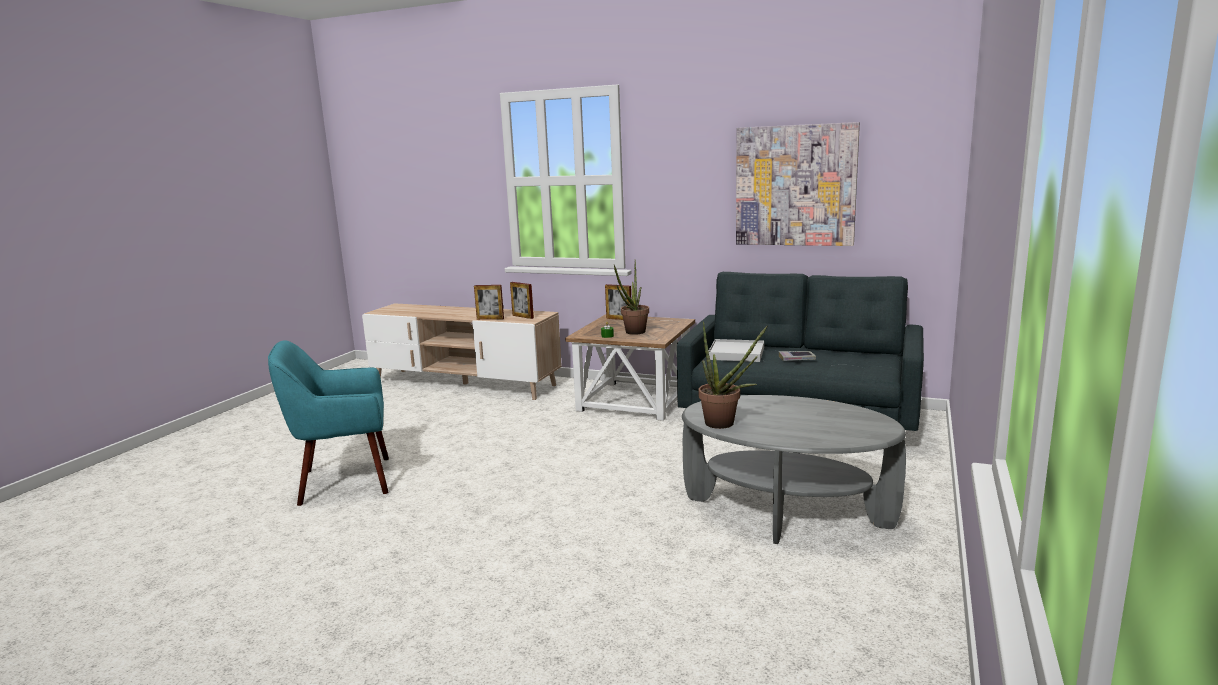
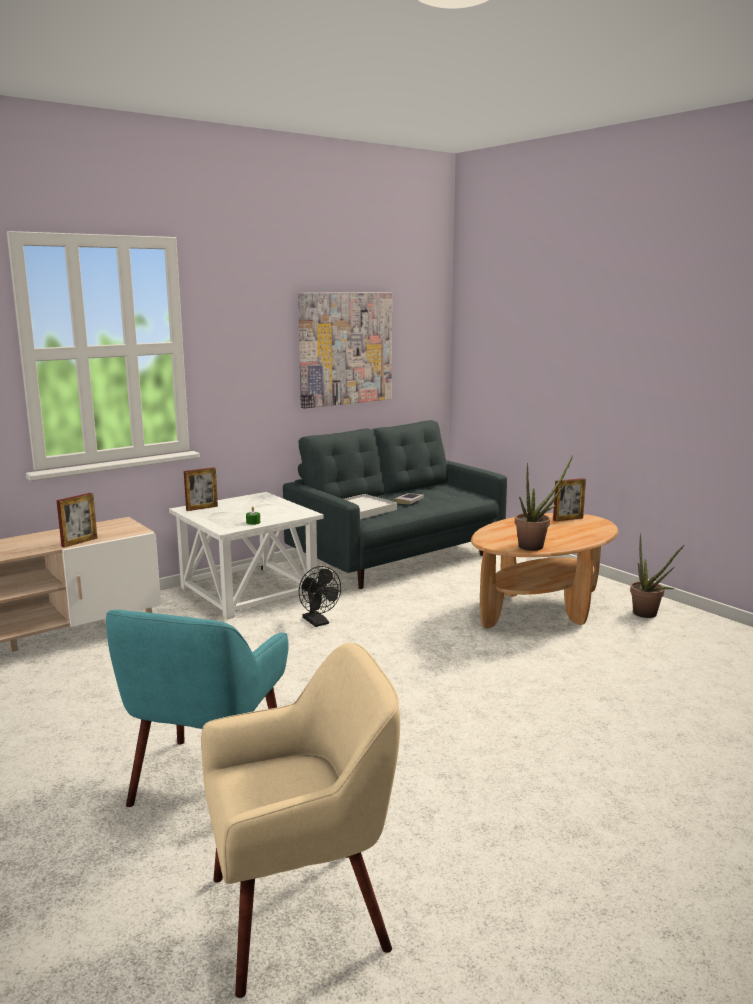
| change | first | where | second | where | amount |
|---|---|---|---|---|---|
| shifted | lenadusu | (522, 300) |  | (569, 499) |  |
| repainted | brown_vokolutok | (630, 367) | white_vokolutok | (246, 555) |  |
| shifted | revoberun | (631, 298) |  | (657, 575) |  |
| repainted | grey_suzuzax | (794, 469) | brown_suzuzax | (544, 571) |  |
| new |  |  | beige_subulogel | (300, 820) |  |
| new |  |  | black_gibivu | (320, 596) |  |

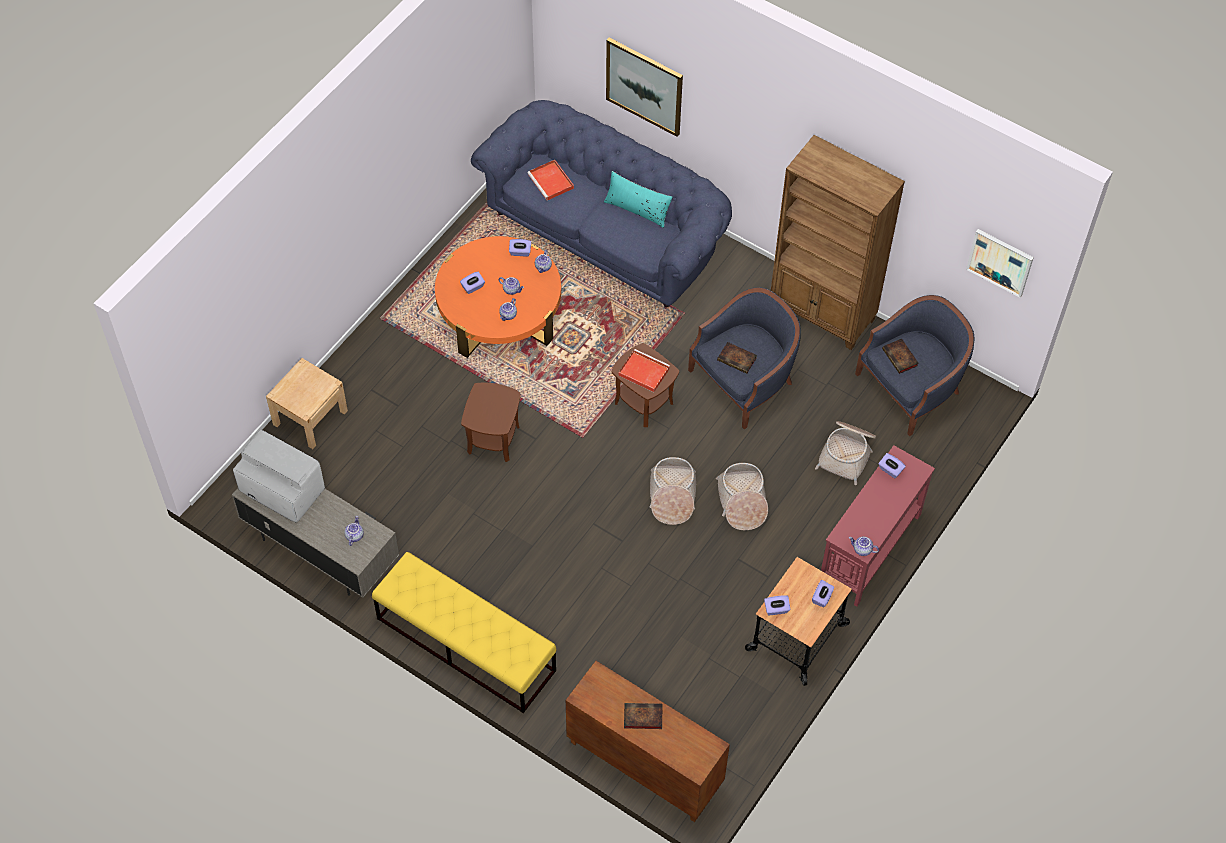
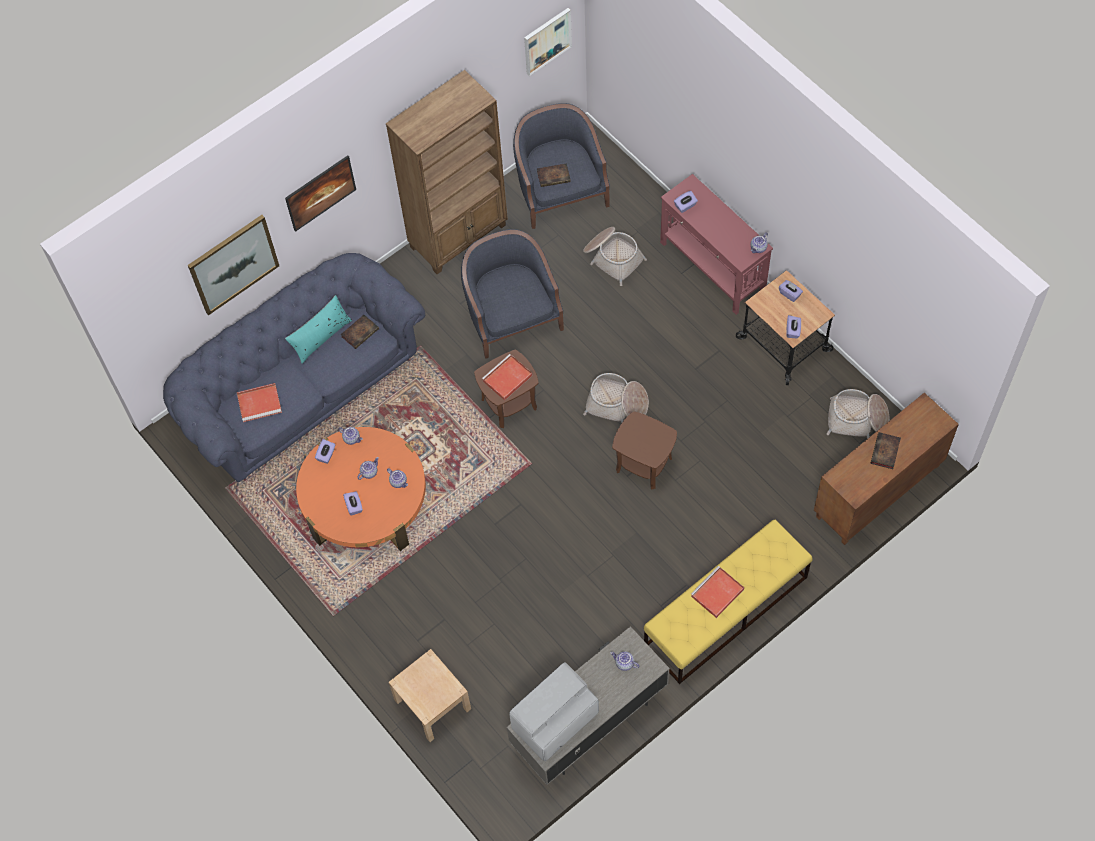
| change | first | where | second | where | amount |
|---|---|---|---|---|---|
| shifted | brown_vokolutok | (490, 422) |  | (644, 450) |  |
| shifted | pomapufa | (742, 496) |  | (858, 414) |  |
| shifted | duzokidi | (737, 358) |  | (360, 332) |  |
| new |  |  | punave | (320, 193) |  |
| new |  |  | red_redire | (717, 592) |  |

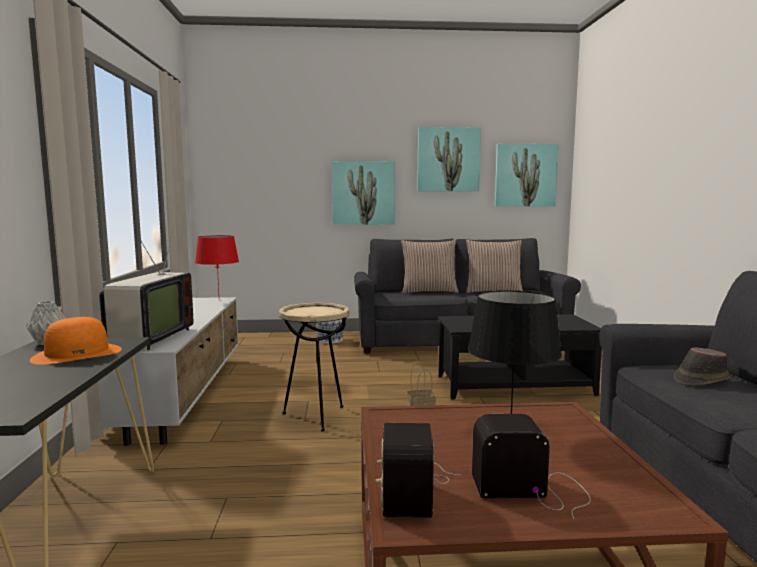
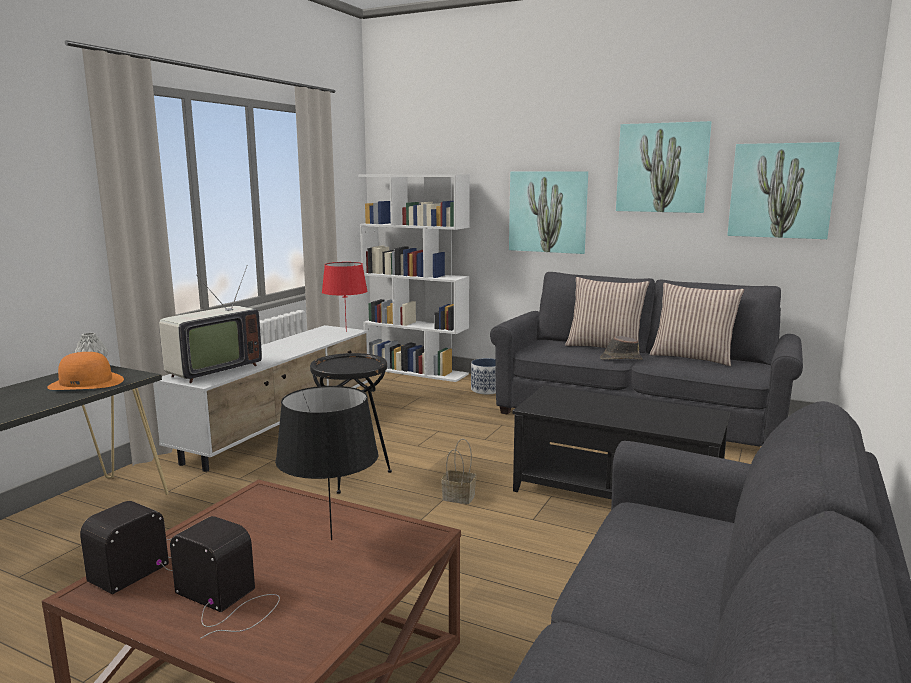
| change | first | where | second | where | amount |
|---|---|---|---|---|---|
| repainted | beige_vokolutok | (314, 367) | black_vokolutok | (351, 423) |  |
| shifted | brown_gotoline | (702, 366) |  | (621, 348) |  |
| new |  |  | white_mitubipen | (414, 278) |  |

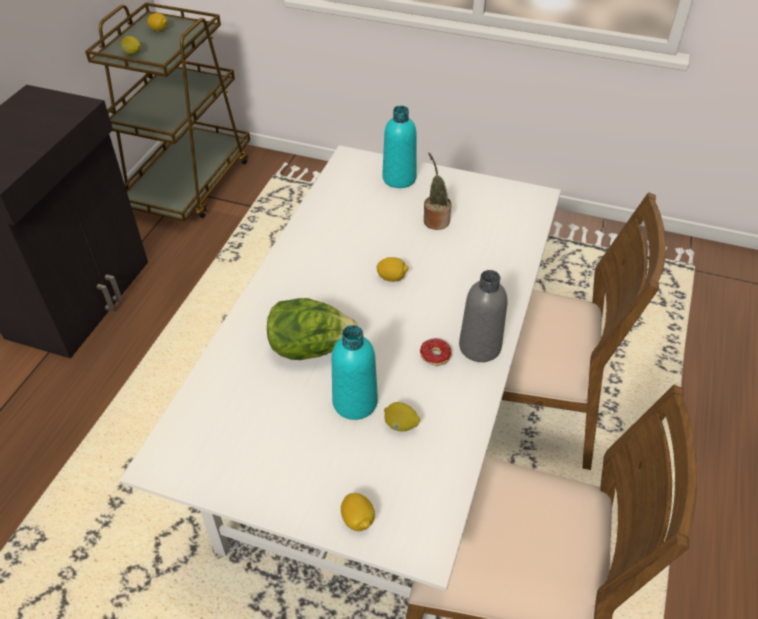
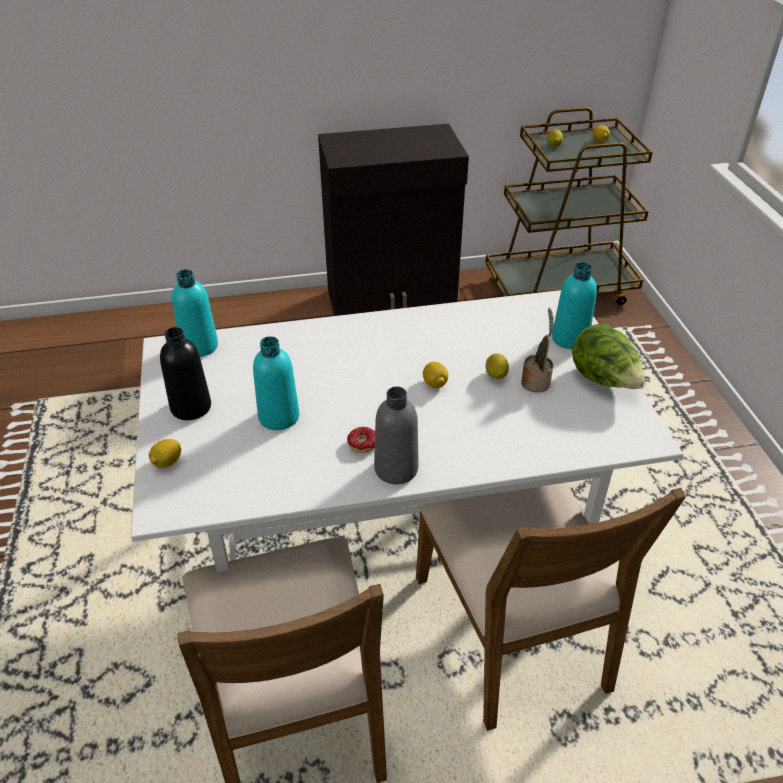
| change | first | where | second | where | amount |
|---|---|---|---|---|---|
| shifted | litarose | (313, 329) |  | (608, 356) |  |
| shifted | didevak | (402, 416) |  | (497, 366) |  |
| new |  |  | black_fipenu | (185, 373) |  |
| new |  |  | turquoise_fipenu | (195, 313) |  |

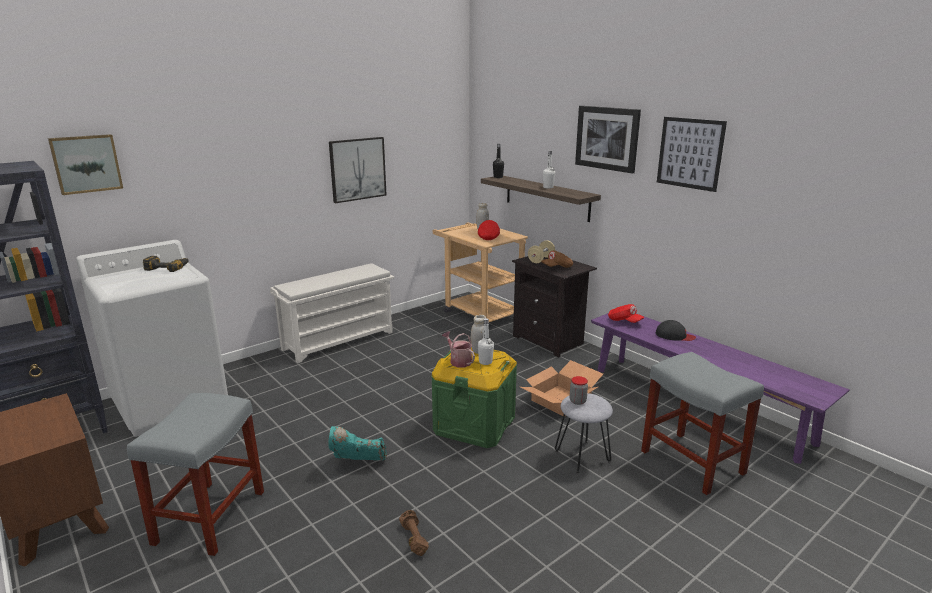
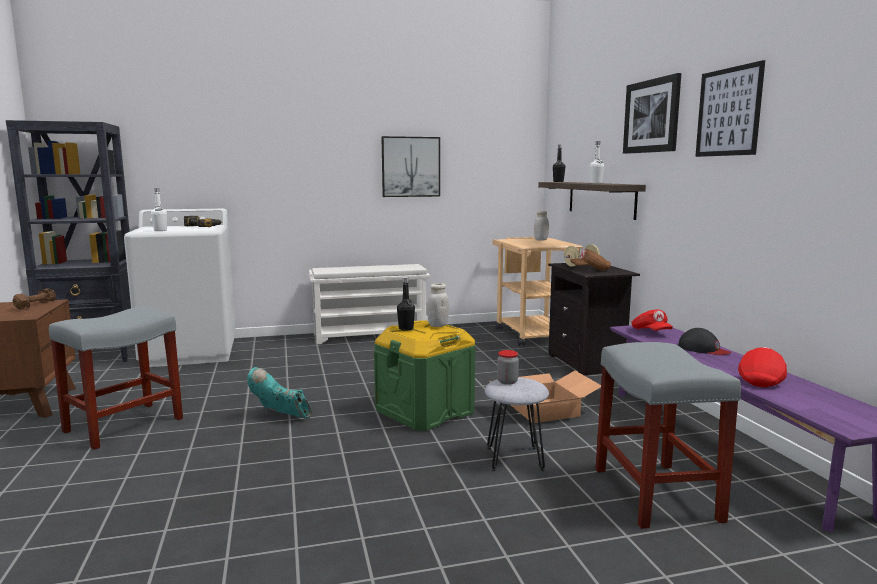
| change | first | where | second | where | amount |
|---|---|---|---|---|---|
| gone | punave | (85, 164) |  |  |  |
| shifted | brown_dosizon | (414, 533) |  | (34, 299) |  |
| swapped | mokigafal | (458, 349) | black_fipenu | (406, 304) |  |
| shifted | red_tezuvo | (489, 230) |  | (762, 367) |  |
| shifted | white_fipenu | (486, 341) |  | (159, 209) |  |

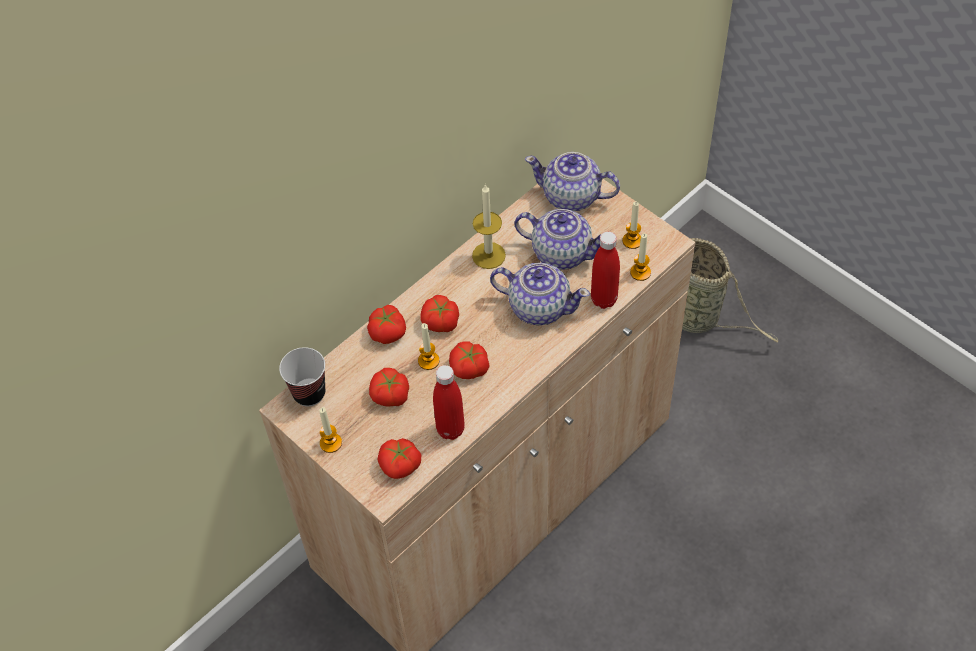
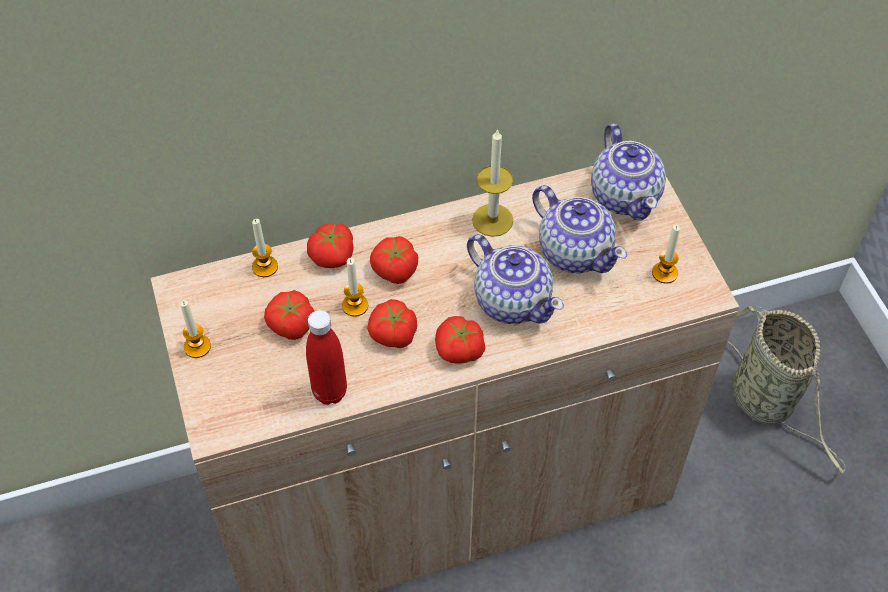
| change | first | where | second | where | amount |
|---|---|---|---|---|---|
| gone | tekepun | (302, 377) |  |  |  |
| shifted | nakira | (399, 458) |  | (460, 340) |  |
| rotated | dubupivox | (572, 181) |  | (628, 172) | 150 degrees counterclockwise |
| gone | red_fipenu | (605, 270) |  |  |  |
| shifted | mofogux | (640, 257) |  | (265, 248) |  |

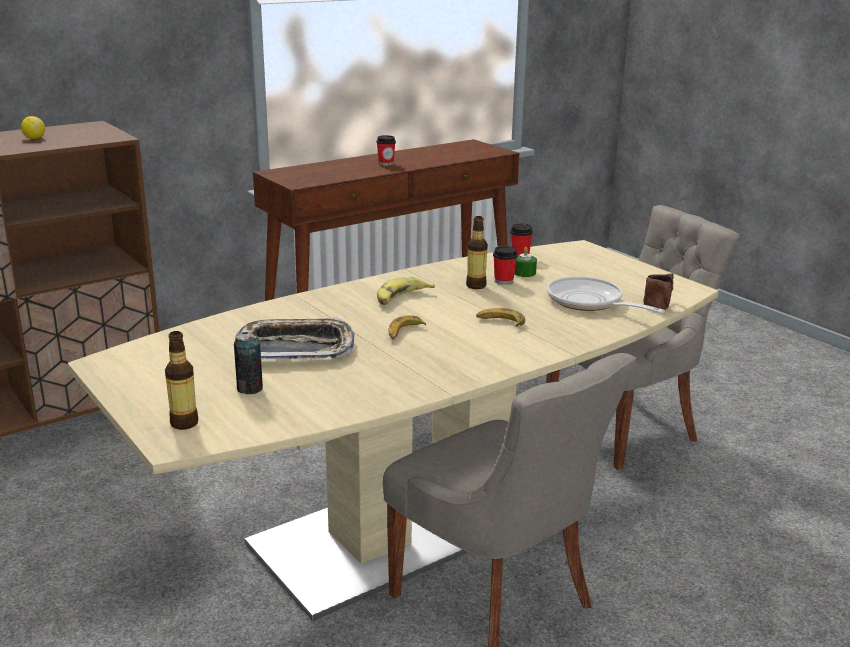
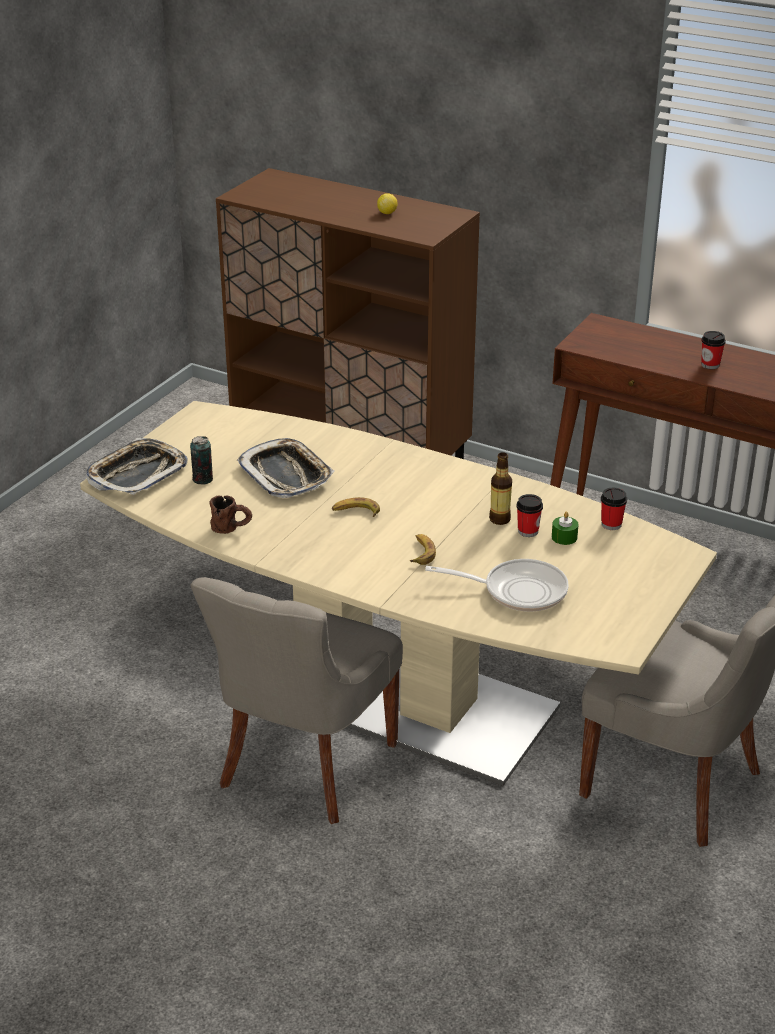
| change | first | where | second | where | amount |
|---|---|---|---|---|---|
| swapped | fipenu | (181, 380) | redire | (136, 466) |  |
| gone | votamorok | (406, 291) |  |  |  |
| rotated | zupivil | (606, 294) |  | (497, 585) | 75 degrees clockwise |
| shifted | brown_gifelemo | (659, 291) |  | (230, 514) |  |

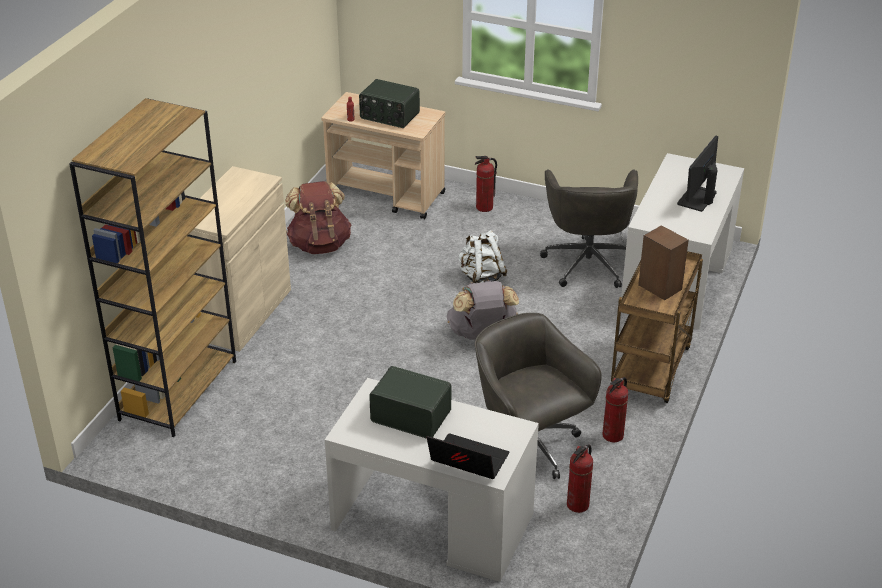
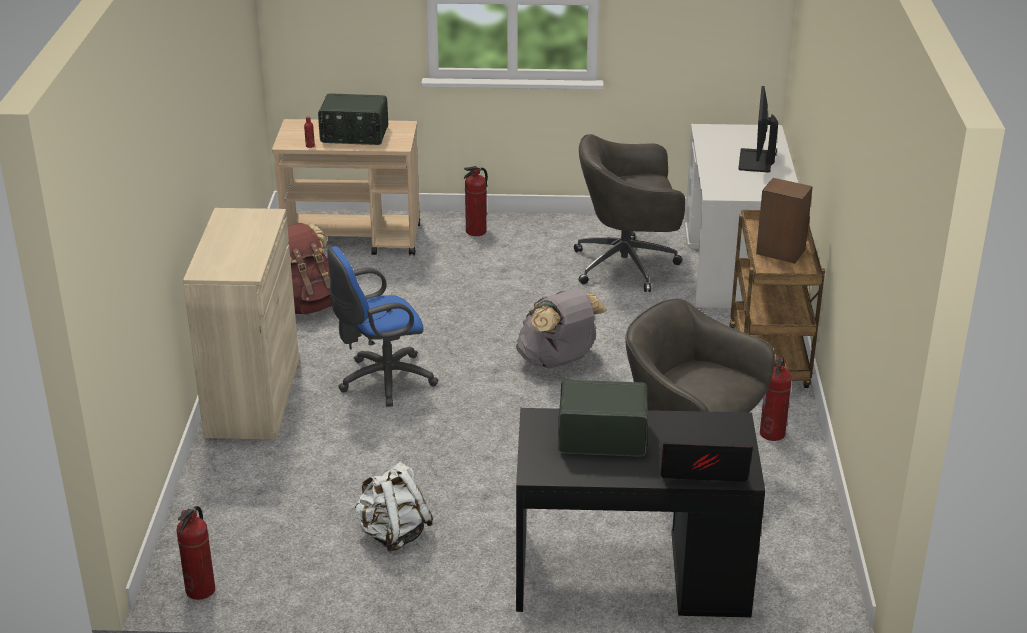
| change | first | where | second | where | amount |
|---|---|---|---|---|---|
| gone | brown_mitubipen | (152, 267) |  |  |  |
| repainted | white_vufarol | (432, 480) | black_vufarol | (640, 512) |  |
| shifted | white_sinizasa | (482, 256) |  | (393, 507) |  |
| rotated | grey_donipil | (589, 228) |  | (629, 213) | 105 degrees clockwise |
| shifted | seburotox | (580, 479) |  | (196, 553) |  |
| new |  |  | blue_donipil | (382, 326) |  |

